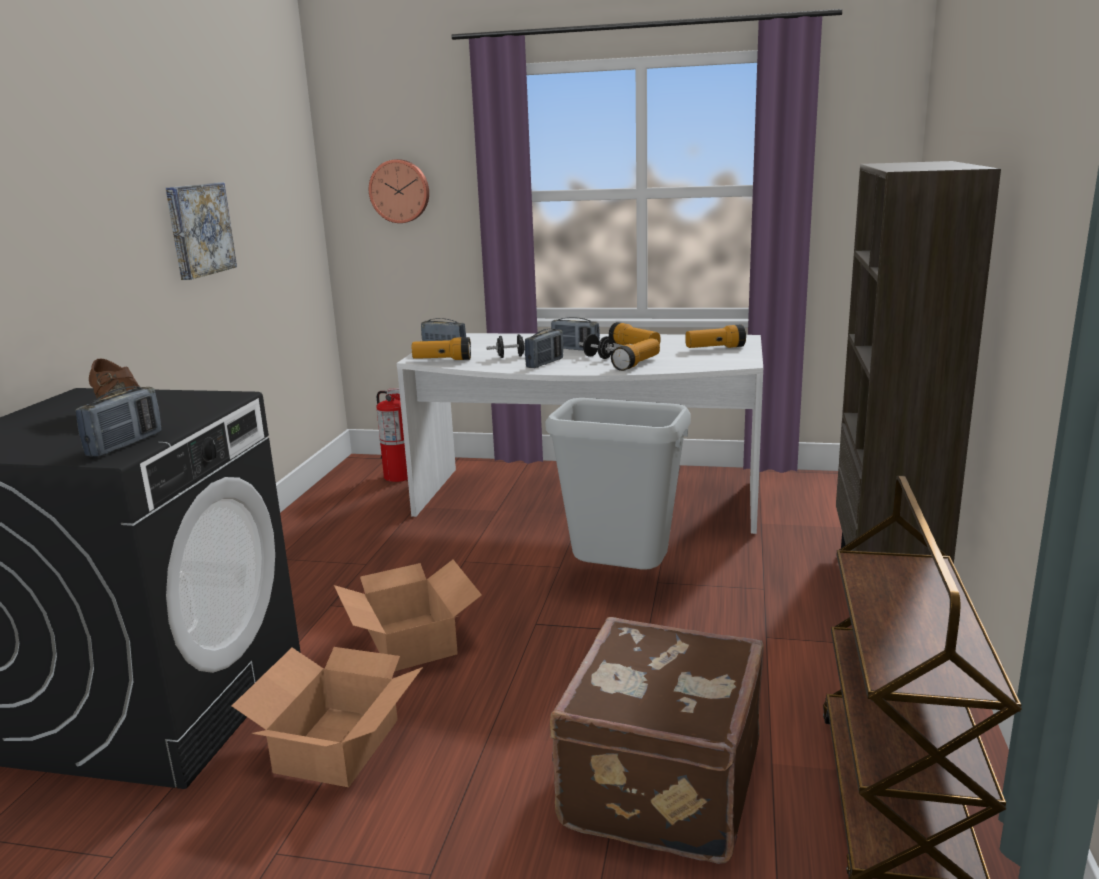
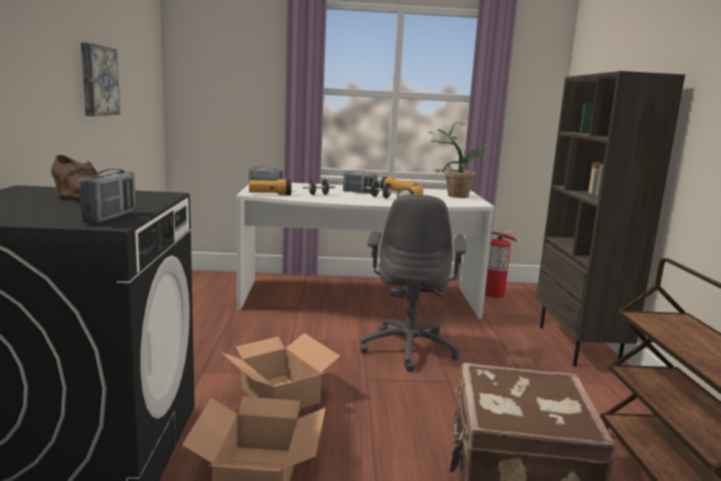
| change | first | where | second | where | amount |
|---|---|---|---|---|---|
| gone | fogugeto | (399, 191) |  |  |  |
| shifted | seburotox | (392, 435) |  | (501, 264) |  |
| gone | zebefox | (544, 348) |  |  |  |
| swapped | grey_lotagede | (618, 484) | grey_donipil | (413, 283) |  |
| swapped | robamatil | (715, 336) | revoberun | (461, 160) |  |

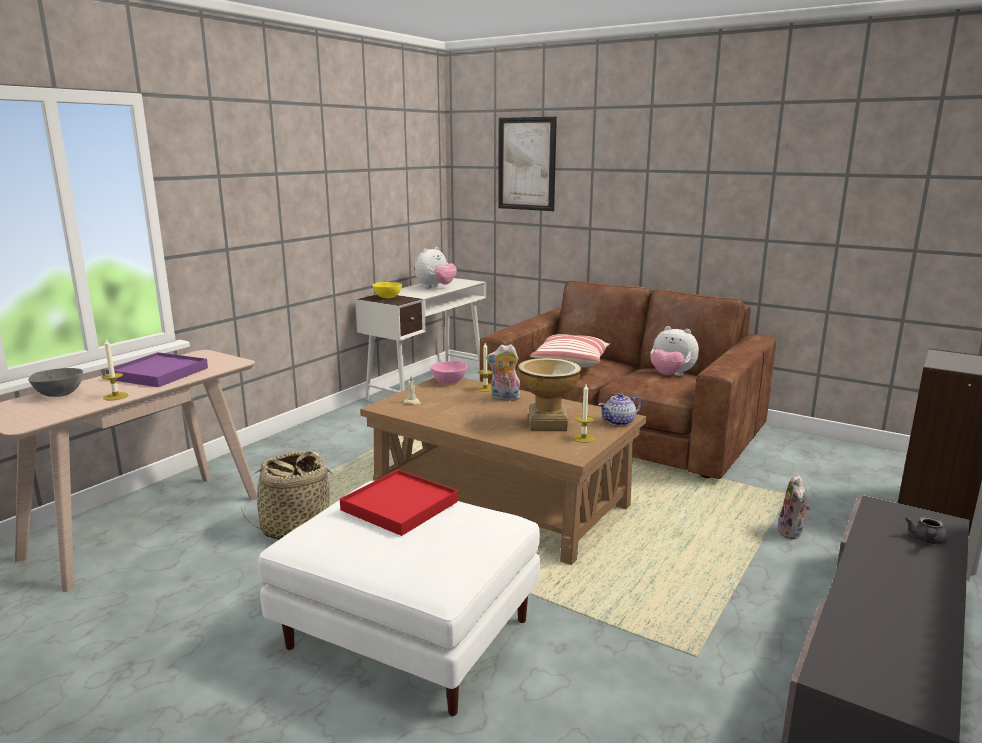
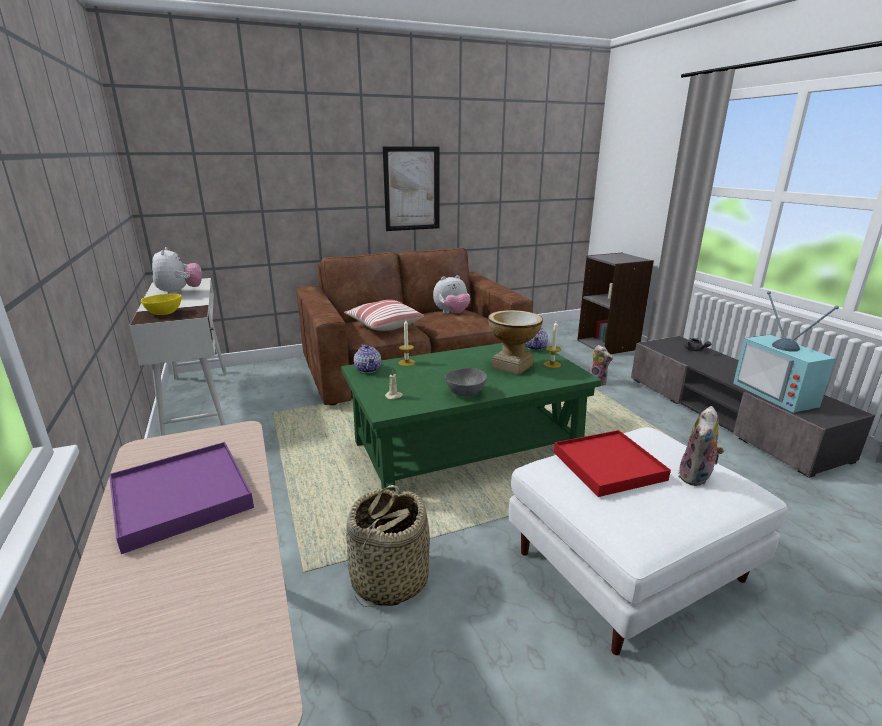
| change | first | where | second | where | amount |
|---|---|---|---|---|---|
| shifted | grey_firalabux | (55, 382) |  | (466, 382) |  |
| gone | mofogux | (115, 370) |  |  |  |
| repainted | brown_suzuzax | (503, 471) | green_suzuzax | (471, 417) |  |
| swapped | pink_firalabux | (448, 372) | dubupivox | (367, 358) |  |
| shifted | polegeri | (503, 372) |  | (701, 446) |  |
| shifted | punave | (527, 164) |  | (411, 188) |  |
| new |  |  | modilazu | (786, 352) |  |

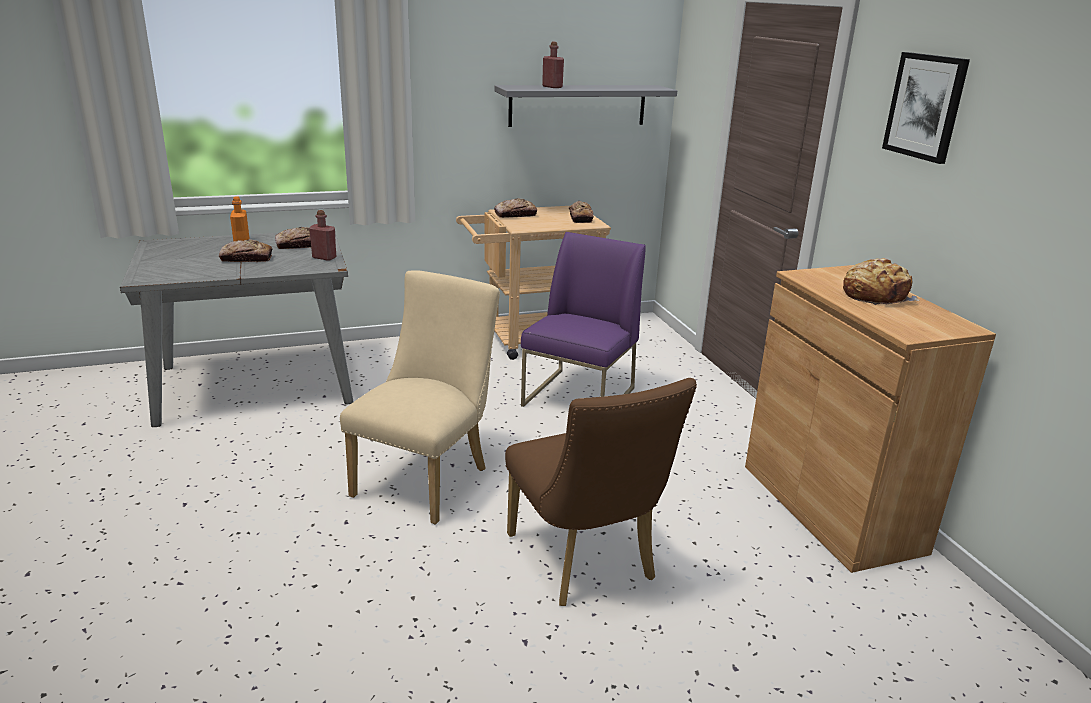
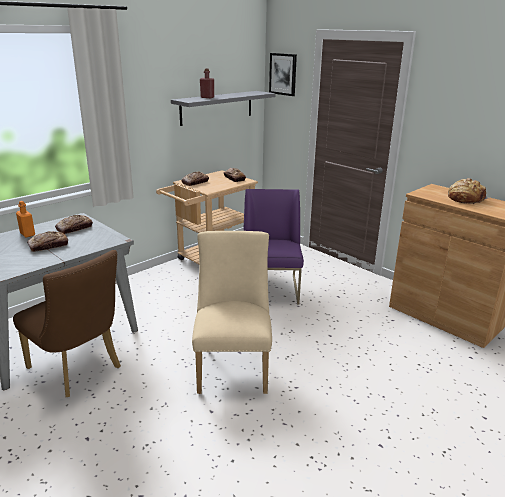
| change | first | where | second | where | amount |
|---|---|---|---|---|---|
| gone | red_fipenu | (322, 235) |  |  |  |
| shifted | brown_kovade | (601, 492) |  | (67, 323) |  |
| shifted | punave | (926, 108) |  | (283, 74) |  |

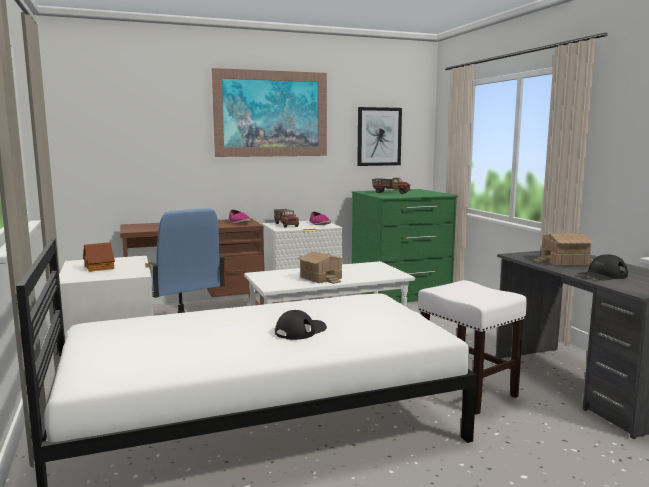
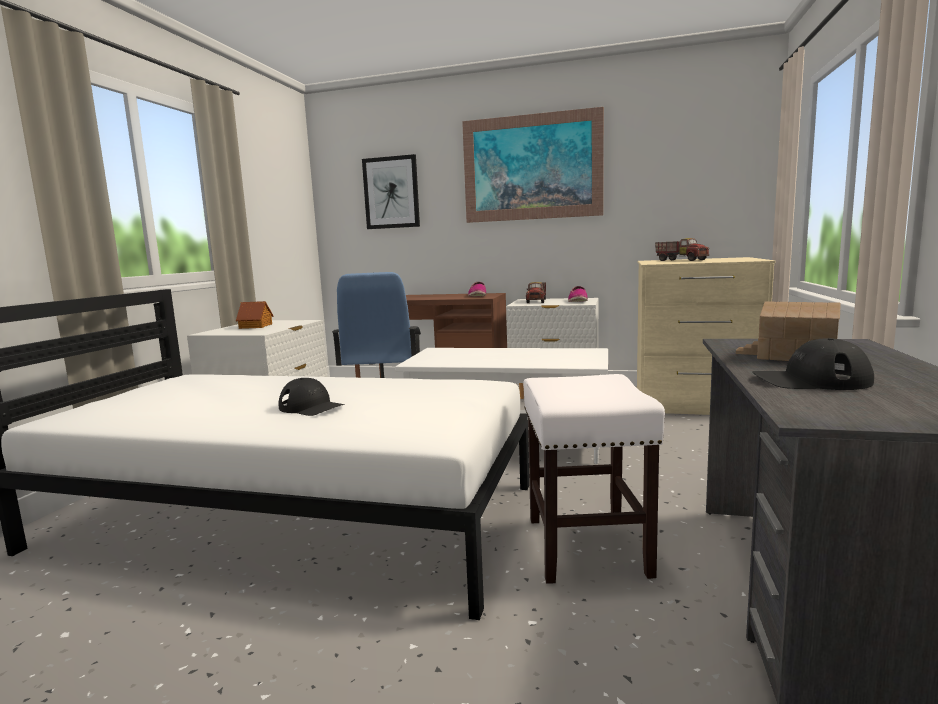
| change | first | where | second | where | amount |
|---|---|---|---|---|---|
| rotated | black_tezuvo | (301, 325) |  | (311, 397) | 45 degrees clockwise |
| gone | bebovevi | (321, 268) |  |  |  |
| repainted | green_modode | (405, 246) | beige_modode | (706, 336) |  |
| shifted | punave | (379, 136) |  | (391, 191) |  |

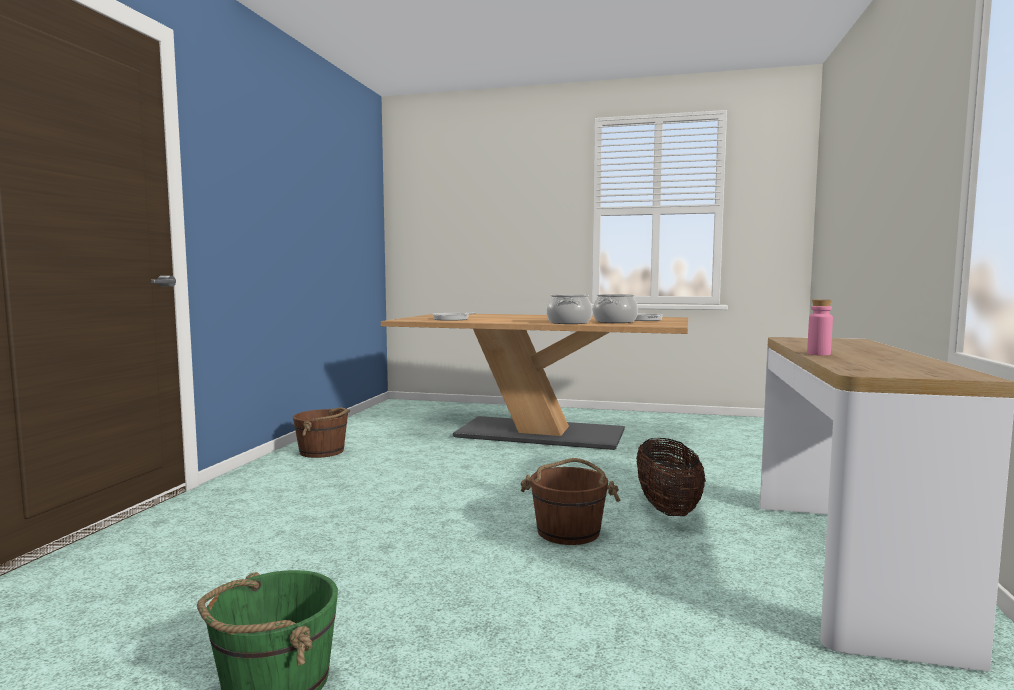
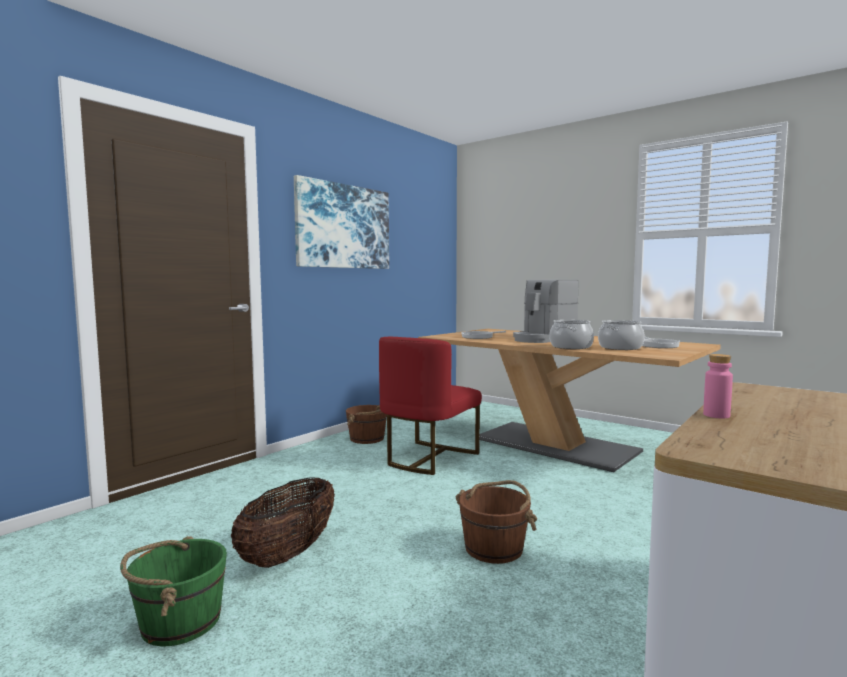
| change | first | where | second | where | amount |
|---|---|---|---|---|---|
| shifted | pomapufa | (671, 477) |  | (283, 522) |  |
| new |  |  | punave | (341, 222) |  |
| new |  |  | red_kovade | (430, 406) |  |
| new |  |  | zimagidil | (546, 311) |  |

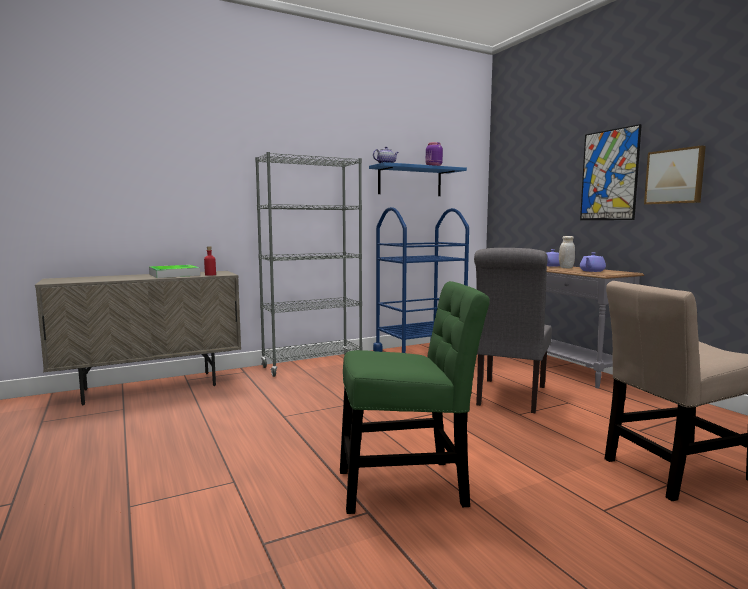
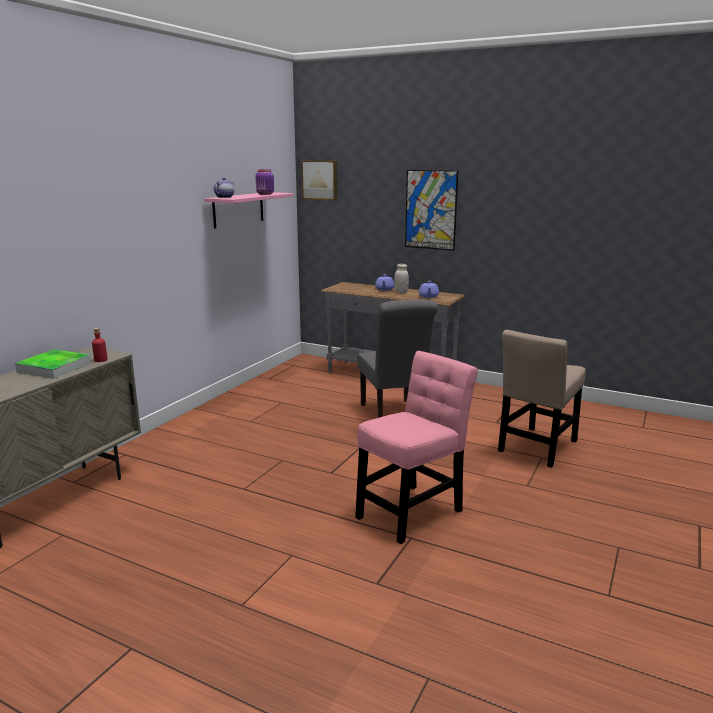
| change | first | where | second | where | amount |
|---|---|---|---|---|---|
| gone | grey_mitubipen | (308, 264) |  |  |  |
| repainted | green_kovade | (415, 397) | pink_kovade | (416, 447) |  |
| repainted | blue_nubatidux | (418, 179) | pink_nubatidux | (249, 210) |  |
| gone | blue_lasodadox | (421, 280) |  |  |  |
| shifted | punave | (675, 175) |  | (319, 180) |  |

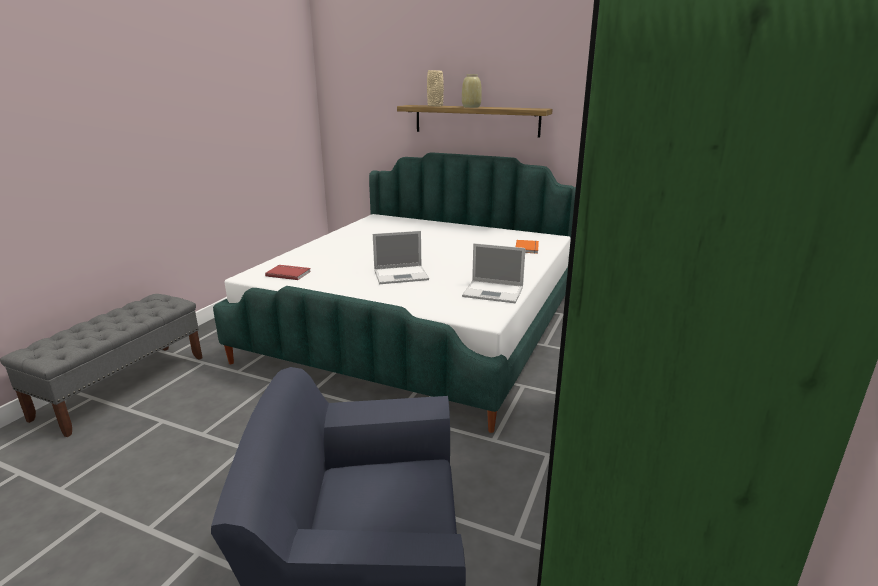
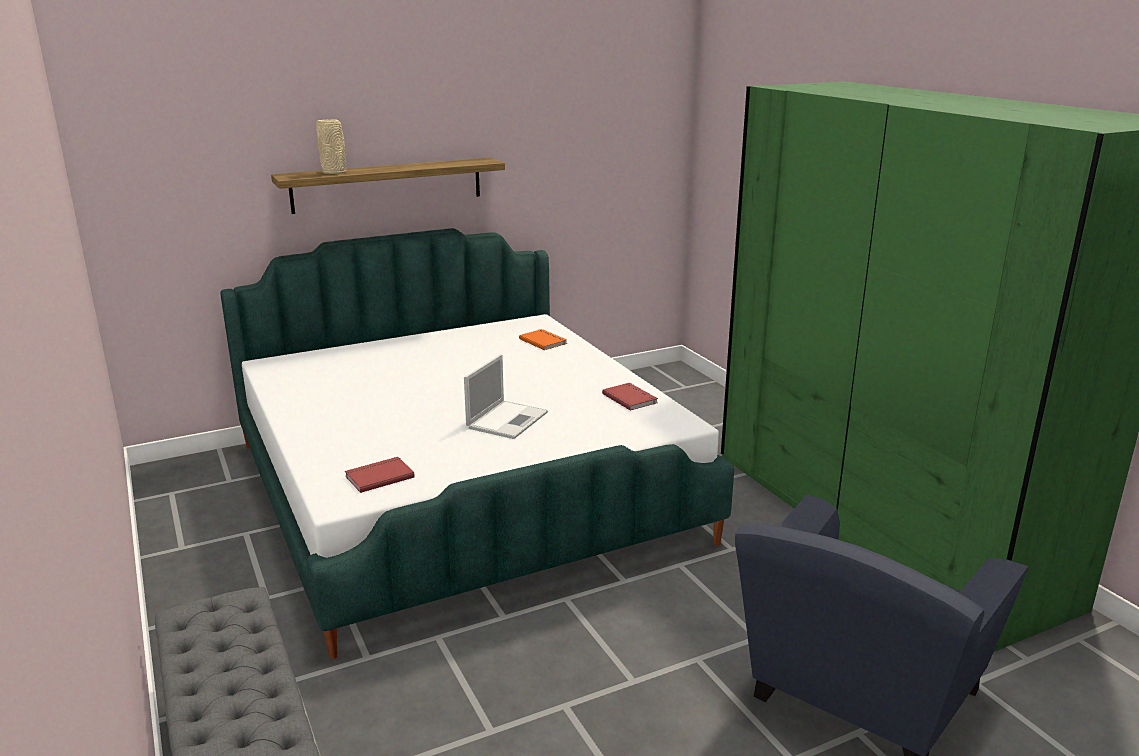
| change | first | where | second | where | amount |
|---|---|---|---|---|---|
| gone | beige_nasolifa | (472, 91) |  |  |  |
| swapped | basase | (494, 273) | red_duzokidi | (630, 397) |  |

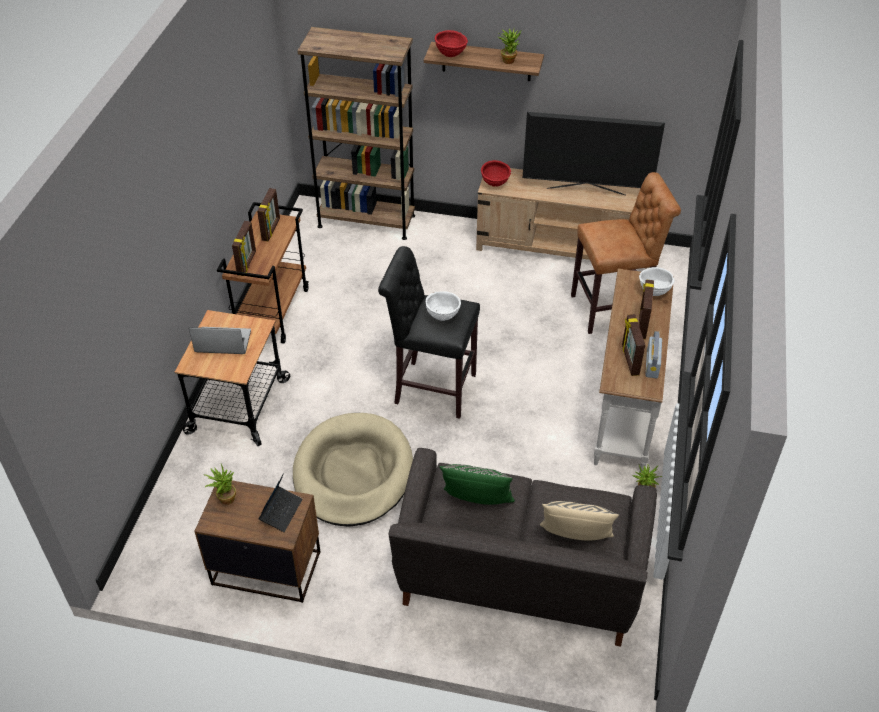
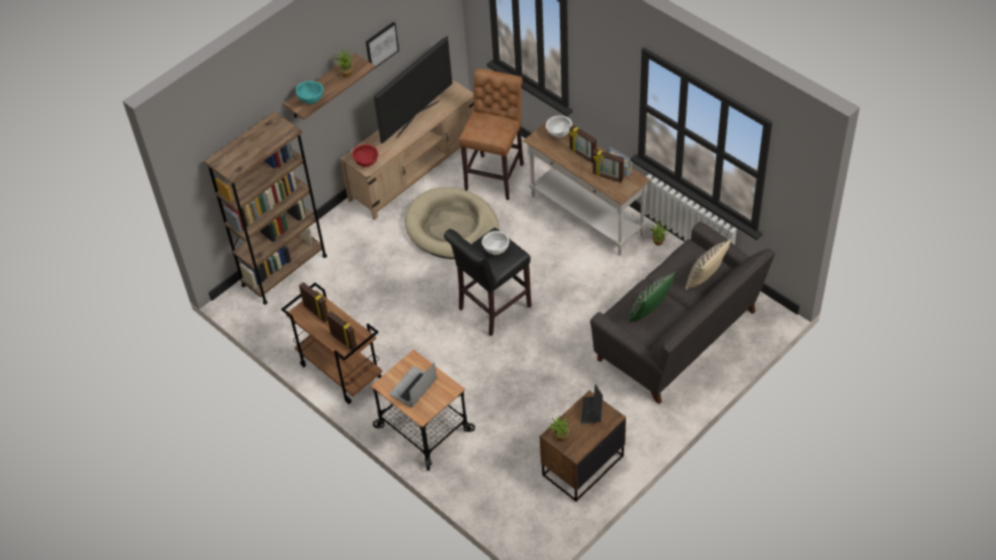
| change | first | where | second | where | amount |
|---|---|---|---|---|---|
| rotated | basase | (280, 502) |  | (592, 404) | 135 degrees counterclockwise |
| shifted | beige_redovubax | (353, 470) |  | (452, 223) |  |
| repainted | red_firalabux | (451, 43) | turquoise_firalabux | (310, 92) |  |
| new |  |  | punave | (382, 45) |  |

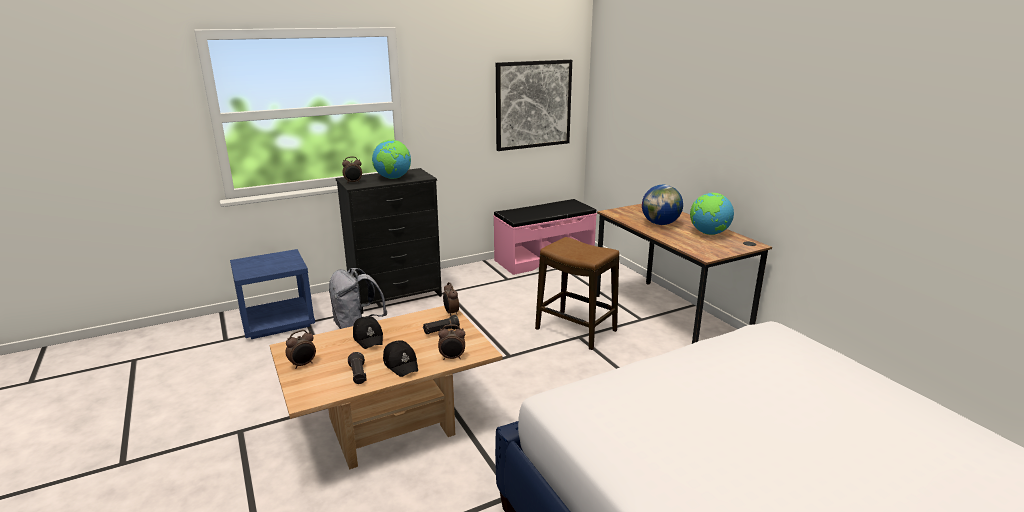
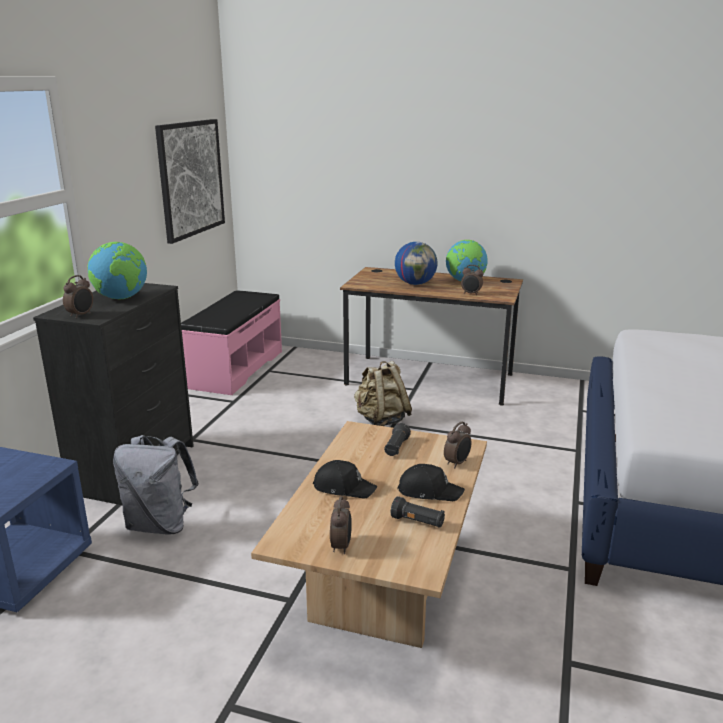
| change | first | where | second | where | amount |
|---|---|---|---|---|---|
| shifted | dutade | (451, 299) |  | (472, 280) |  |
| swapped | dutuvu | (577, 293) | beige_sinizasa | (383, 393) |  |

